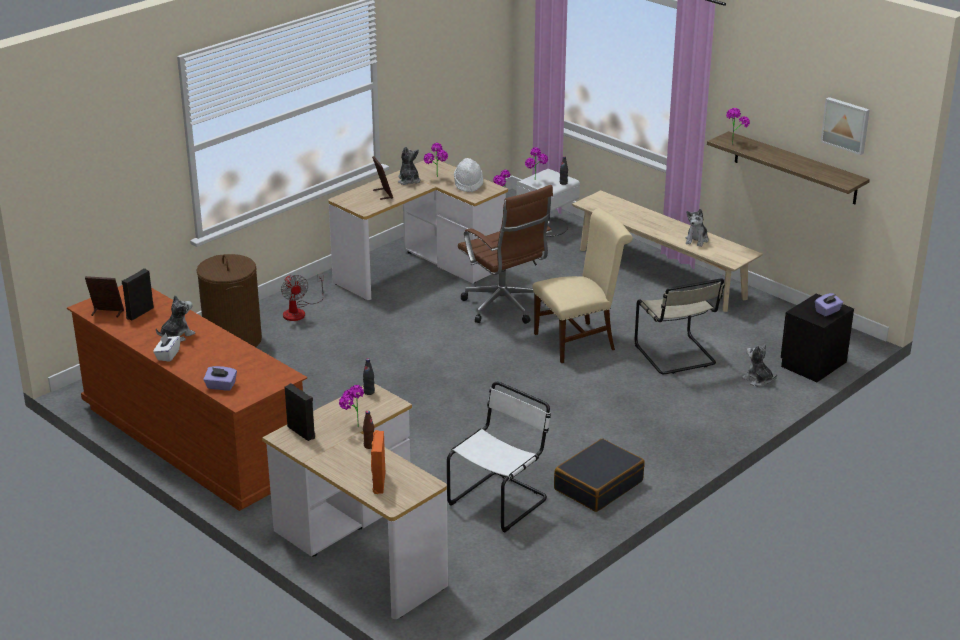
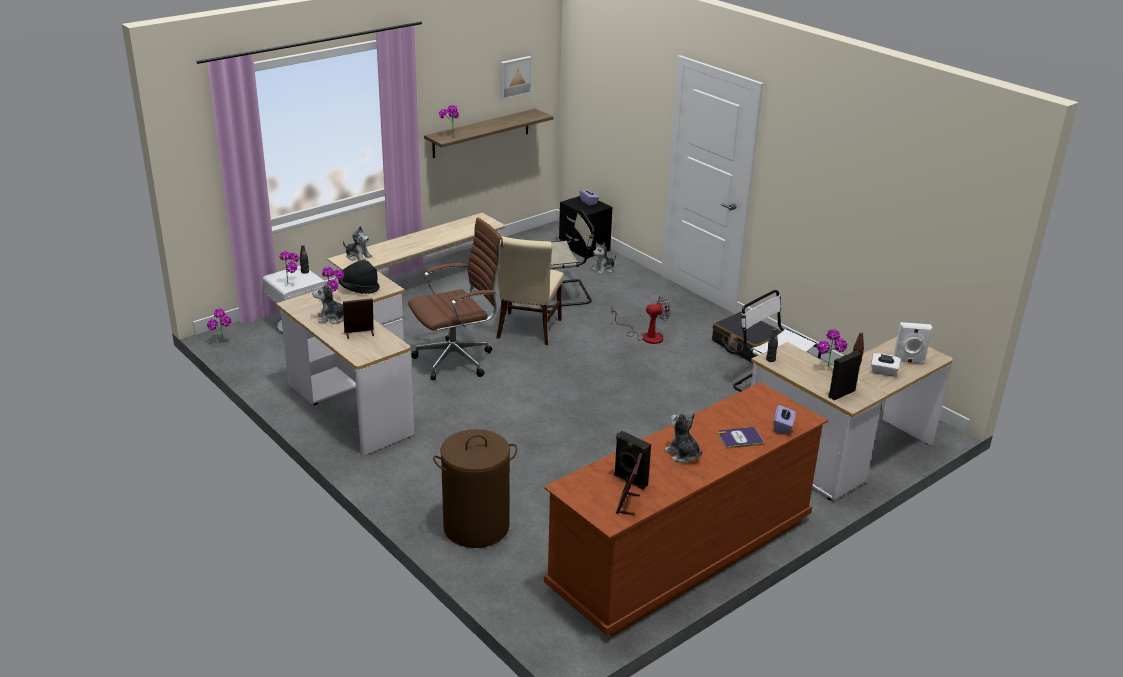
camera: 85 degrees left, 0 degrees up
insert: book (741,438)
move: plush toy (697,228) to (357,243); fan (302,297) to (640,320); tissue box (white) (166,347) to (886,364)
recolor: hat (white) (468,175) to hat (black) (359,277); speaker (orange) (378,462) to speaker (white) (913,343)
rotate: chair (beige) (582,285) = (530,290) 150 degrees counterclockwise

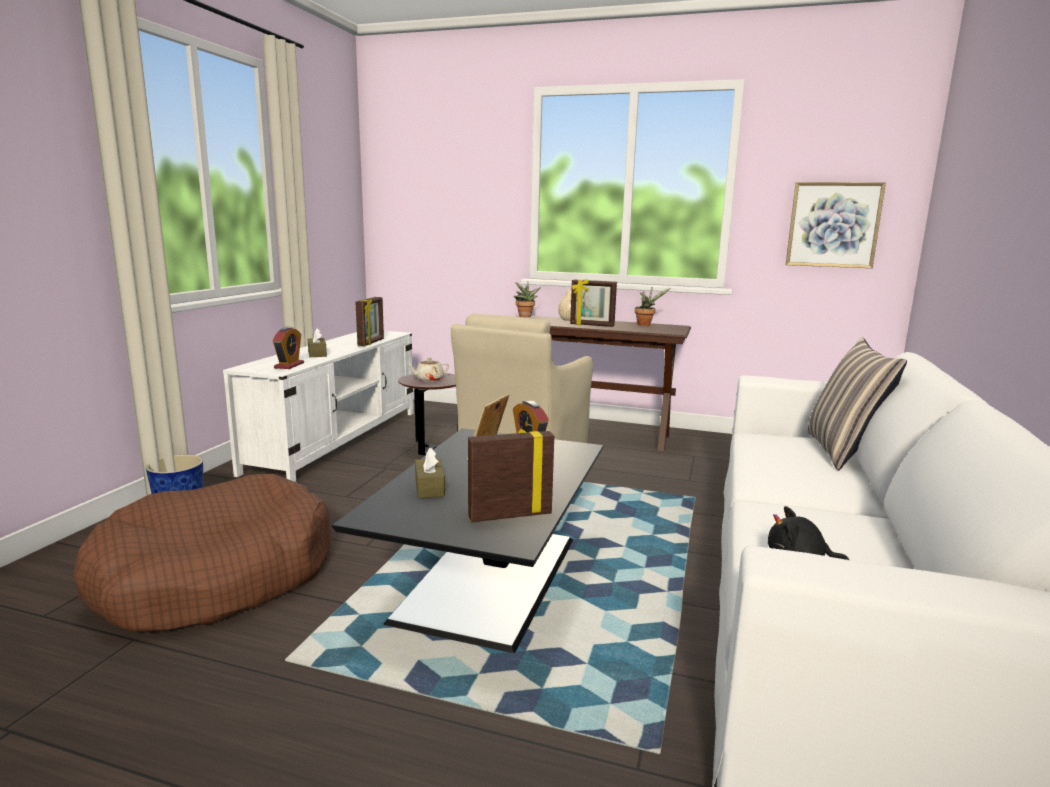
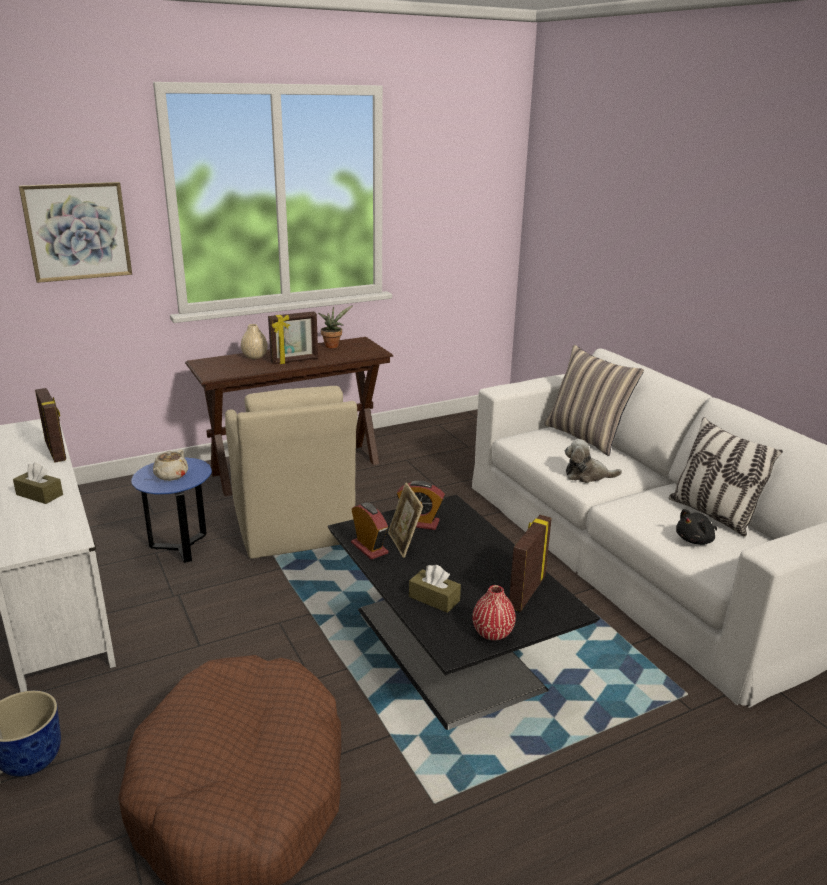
camera: 45 degrees left, 10 degrees up
delete: potted plant (527,299)
insert: pillow (725,477); plush toy (593,461); vase (red) (494,613)
move: picture (835,225) to (75,232); alarm clock (288,348) to (369,531)
recolor: side table (brown) (428,414) to side table (blue) (171,510)

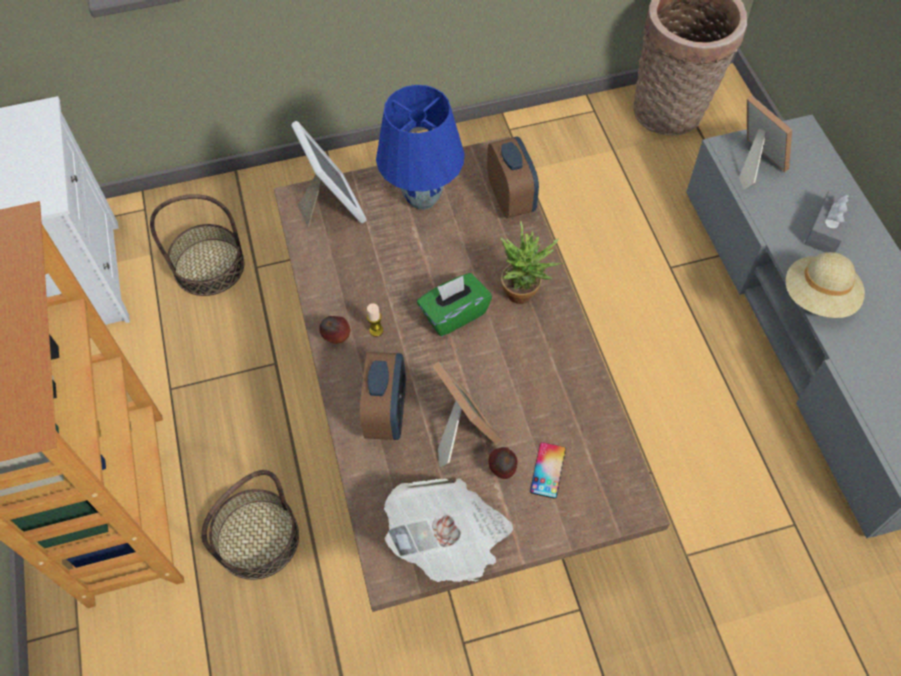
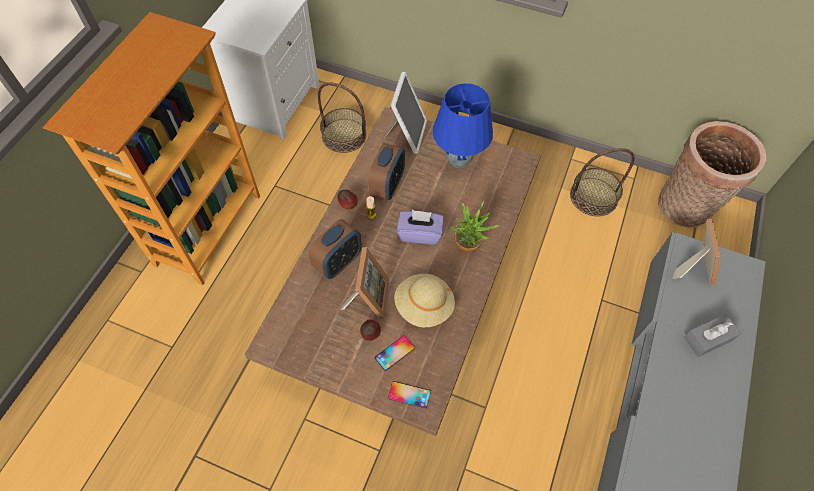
camera: 35 degrees right, 0 degrees up
delete: newspaper (448,530)
insert: phone (409,394)
move: alarm clock (513,178) to (386,171); hat (beige) (825,285) to (424,300); basket (250,525) to (602,182)
recolor: tissue box (green) (454,304) to tissue box (purple) (420,227)

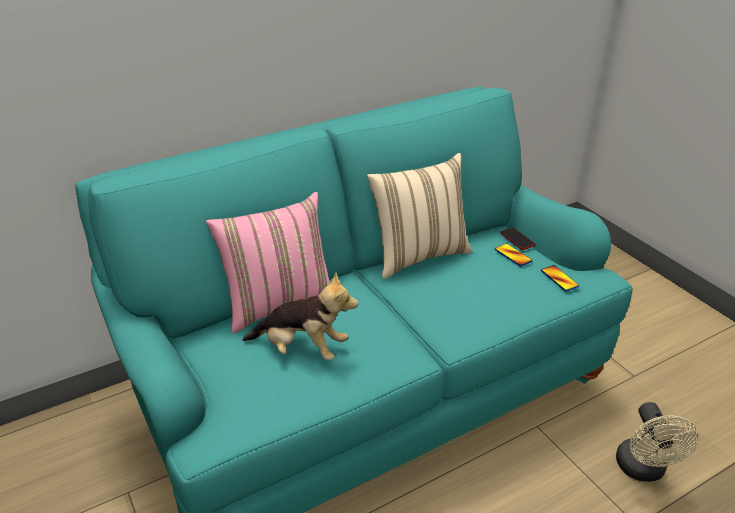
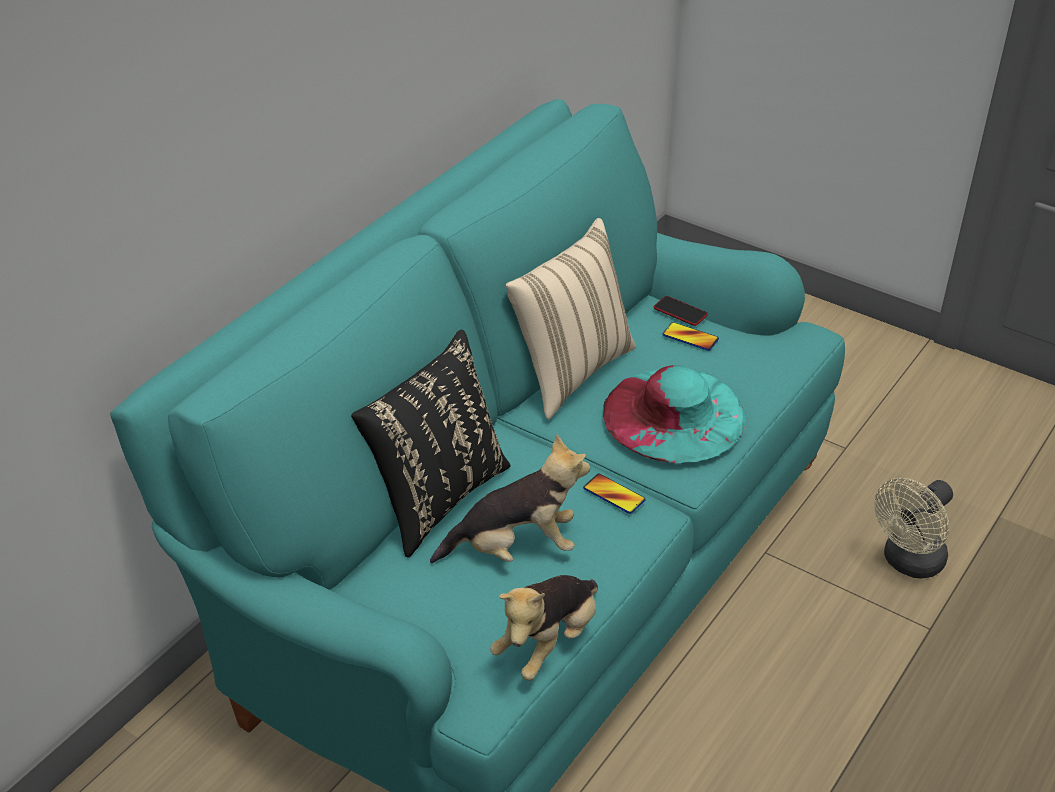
camera: 25 degrees left, 5 degrees up
insert: hat (turquoise) (674,414); plush toy (544,627)
move: phone (560,278) to (614,494)
recolor: pillow (pink) (268,262) to pillow (black) (431,444)
rotate: fan (beige) (657,442) = (913,528) 75 degrees clockwise

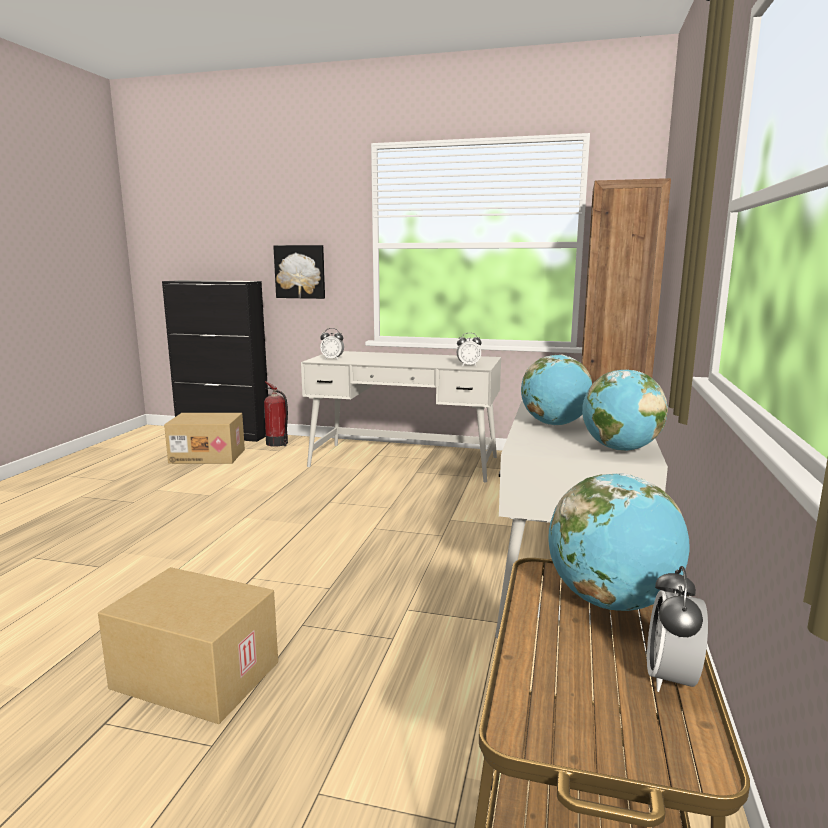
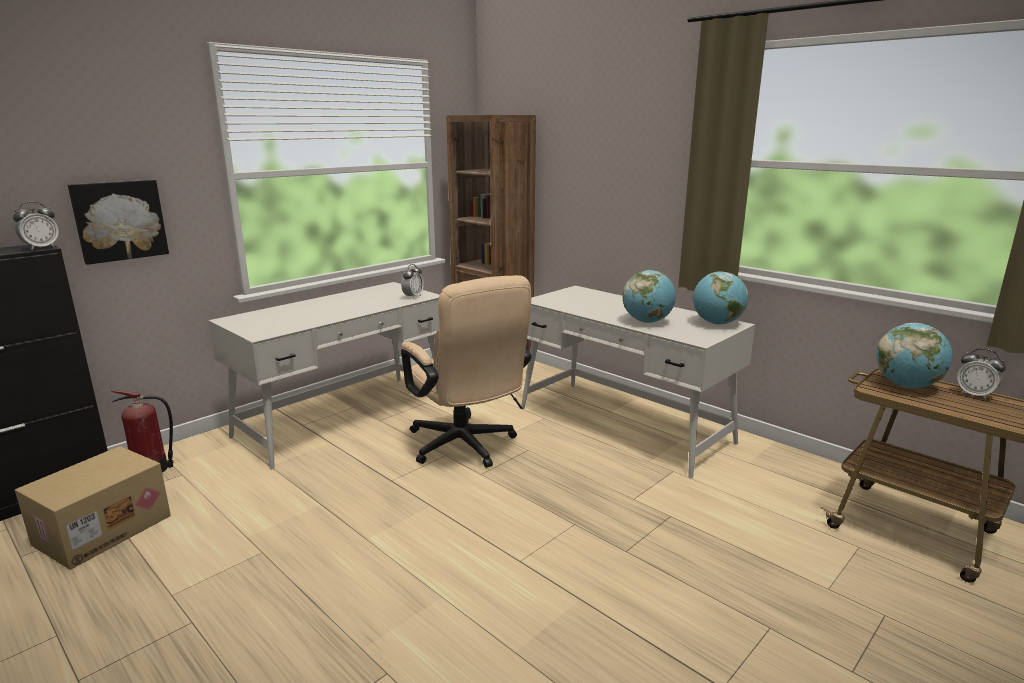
camera: 60 degrees left, 5 degrees up
delete: cardboard box (188,645)
insert: office chair (beige) (466,371)
move: alarm clock (332,344) to (36,226)

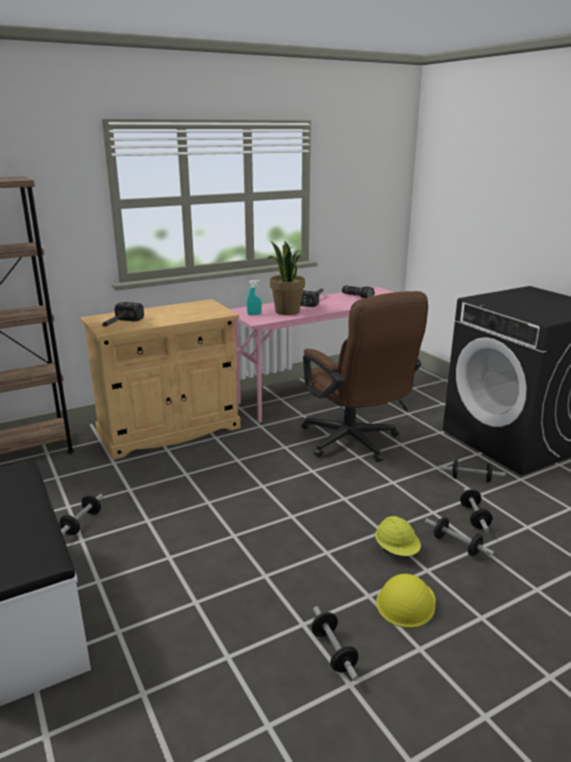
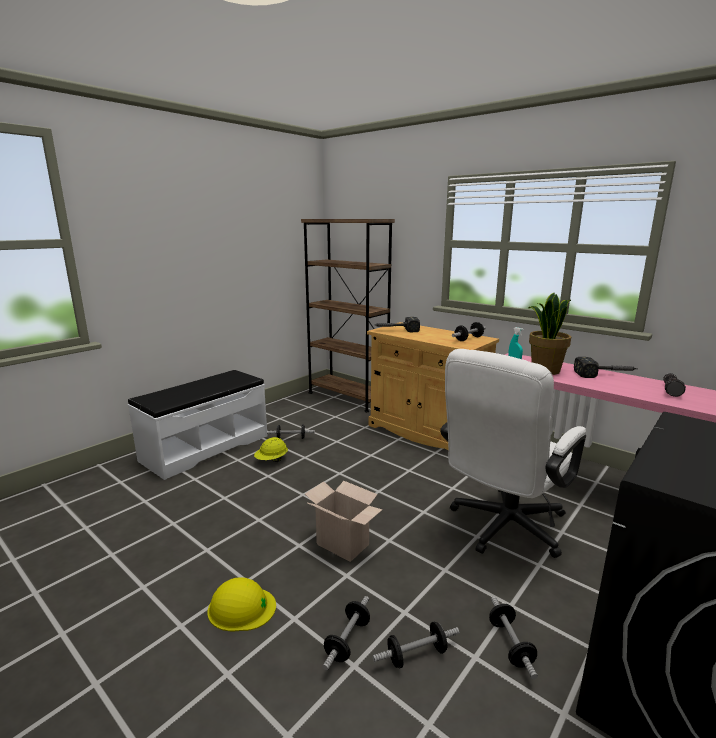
camera: 70 degrees right, 5 degrees down
insert: cardboard box (344,521)
move: hard hat (yellow) (398,536) to (271,449); dumbbell (334,643) to (469,331)
recolor: office chair (brown) (364,376) to office chair (white) (513,453)

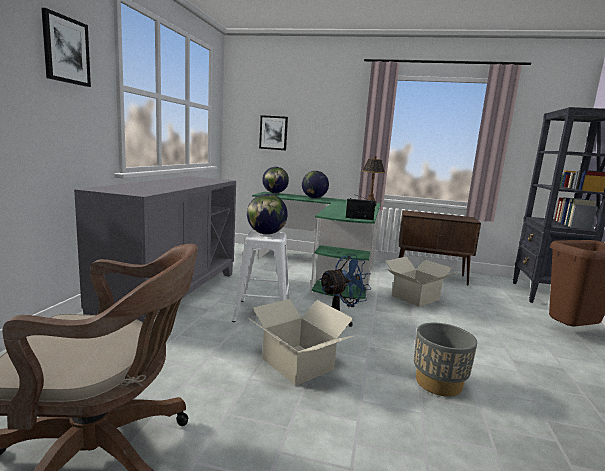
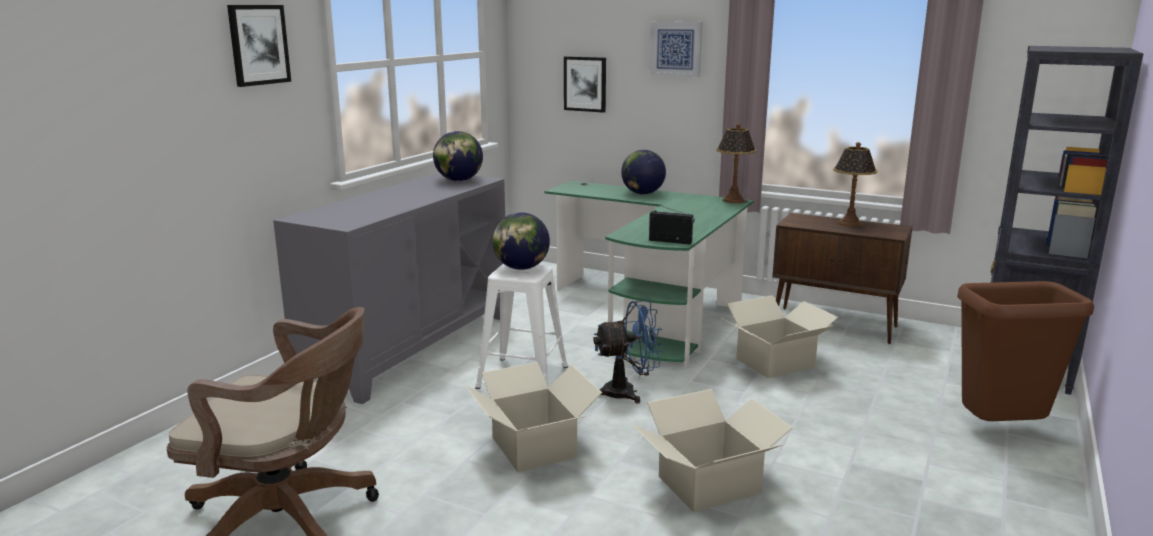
camera: 15 degrees right, 5 degrees up
insert: picture (675,49); table lamp (855,184)
move: globe (275,180) to (458,156)
replace: planter (grey) (445,360) to cardboard box (712,450)

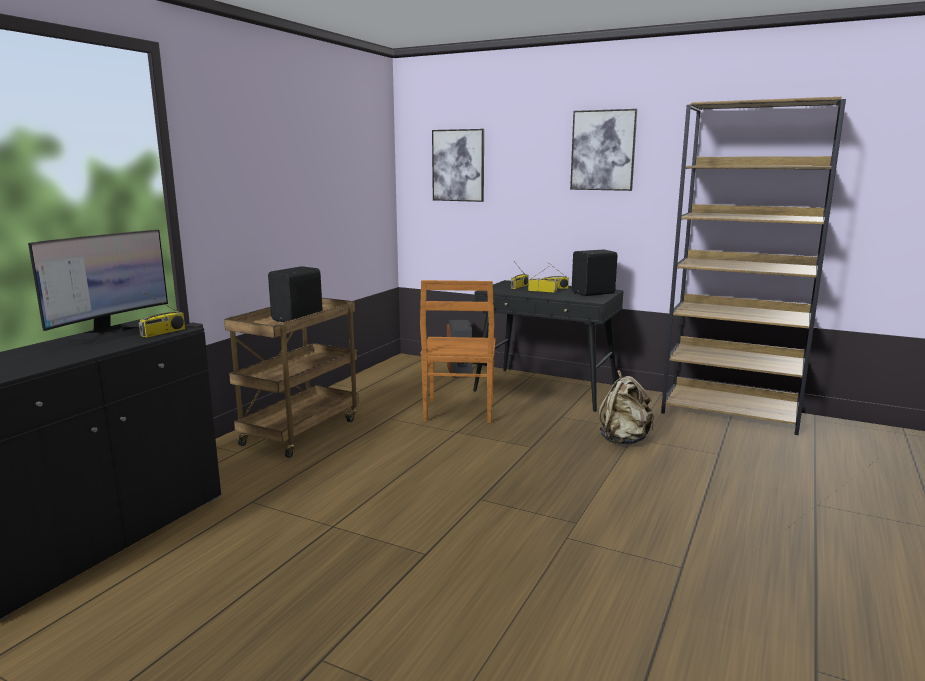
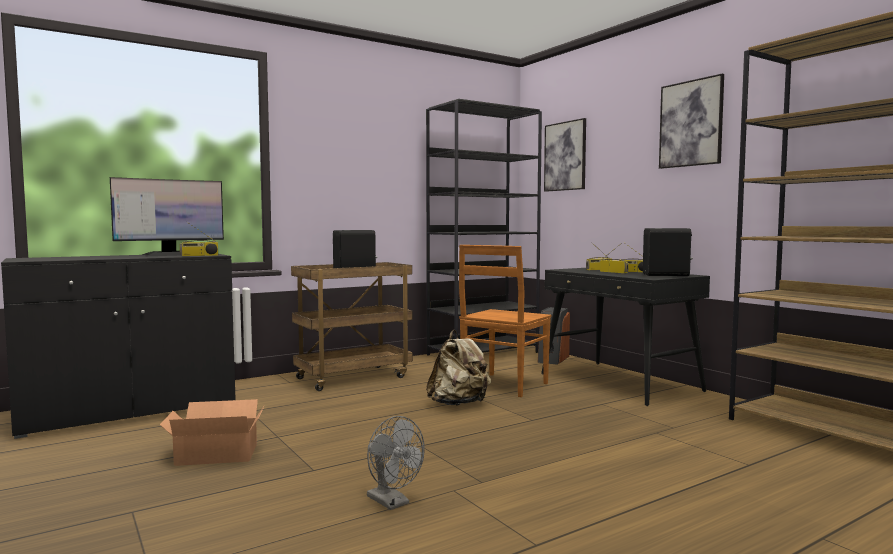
camera: 30 degrees right, 10 degrees down
insert: bookcase (black) (484,227); cardboard box (212,432); fan (grey) (396,463)
move: backpack (beige) (626,407) to (458,367)

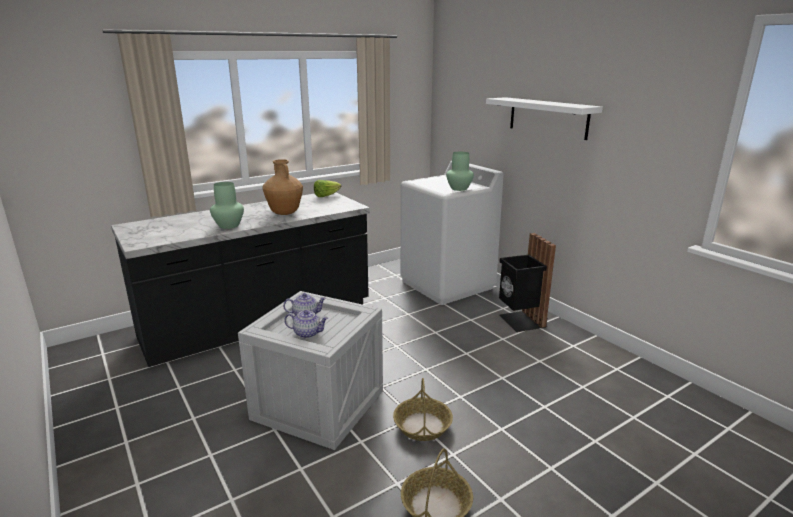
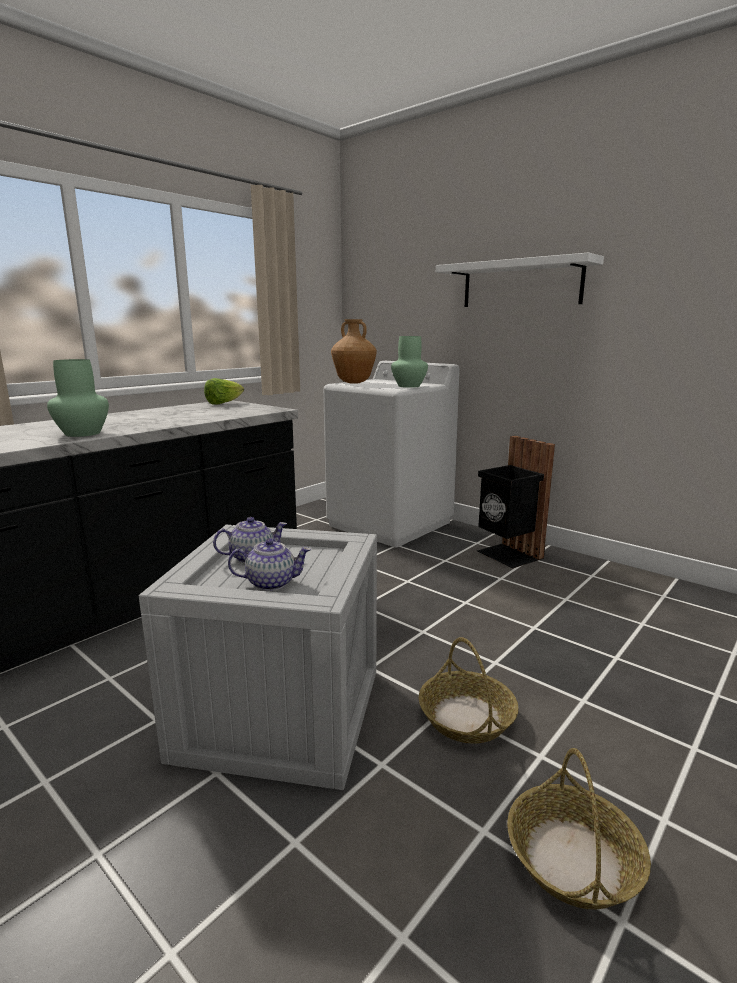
camera: 15 degrees left, 5 degrees down
move: vase (brown) (282,187) to (354,351)

